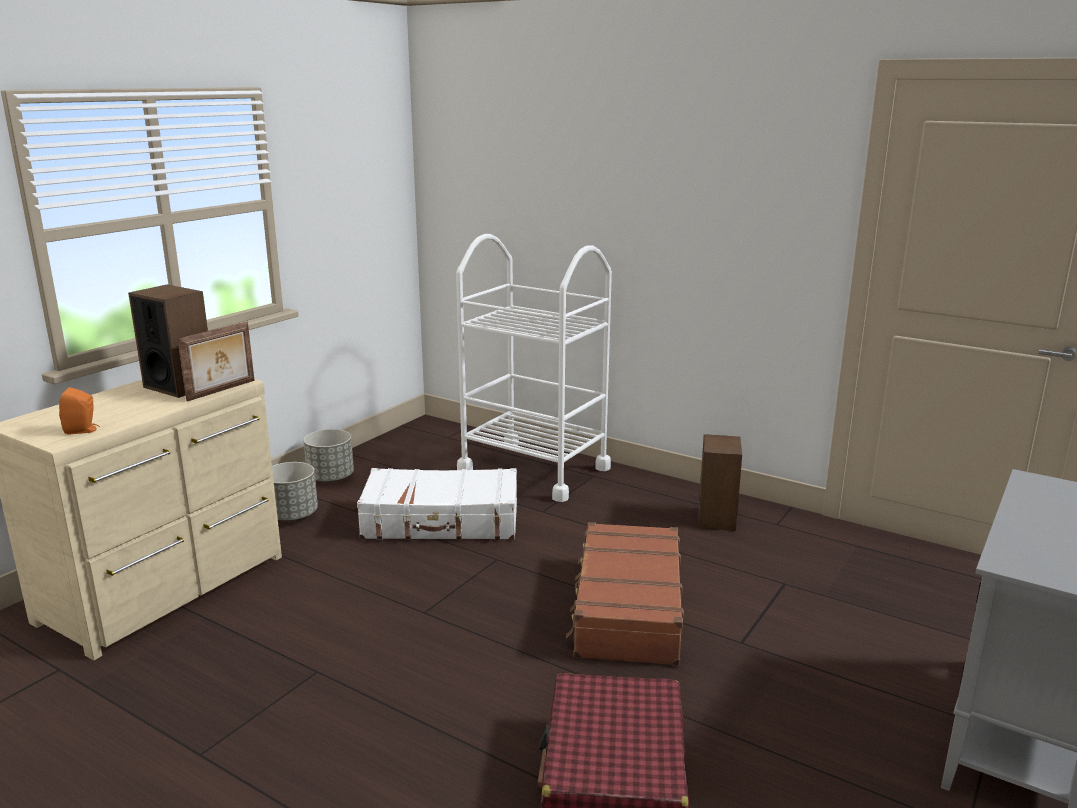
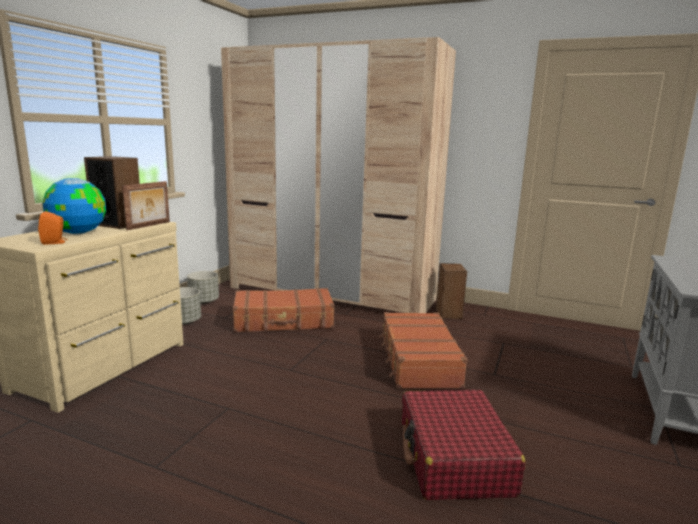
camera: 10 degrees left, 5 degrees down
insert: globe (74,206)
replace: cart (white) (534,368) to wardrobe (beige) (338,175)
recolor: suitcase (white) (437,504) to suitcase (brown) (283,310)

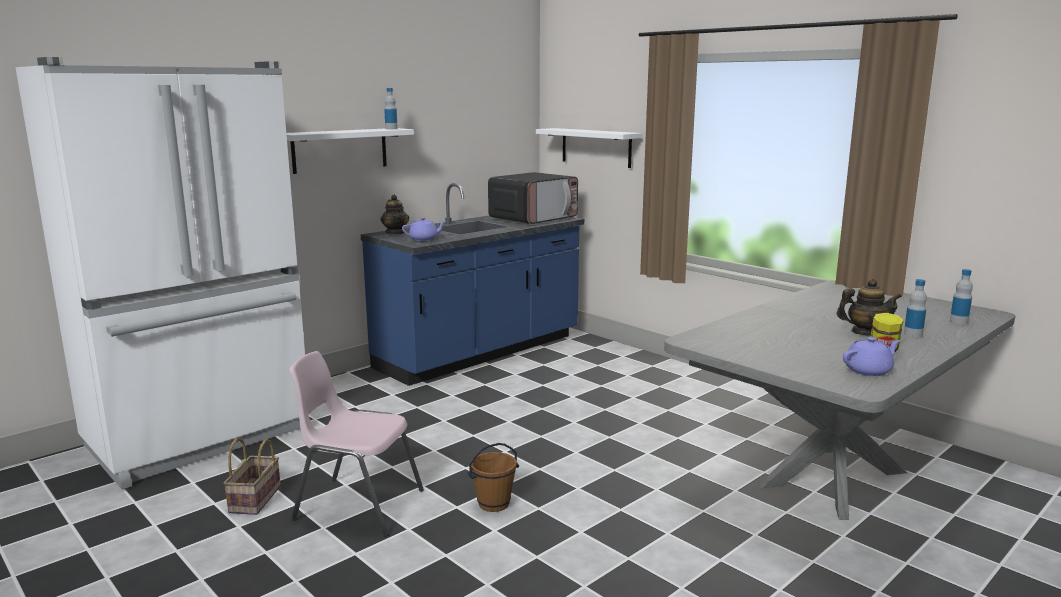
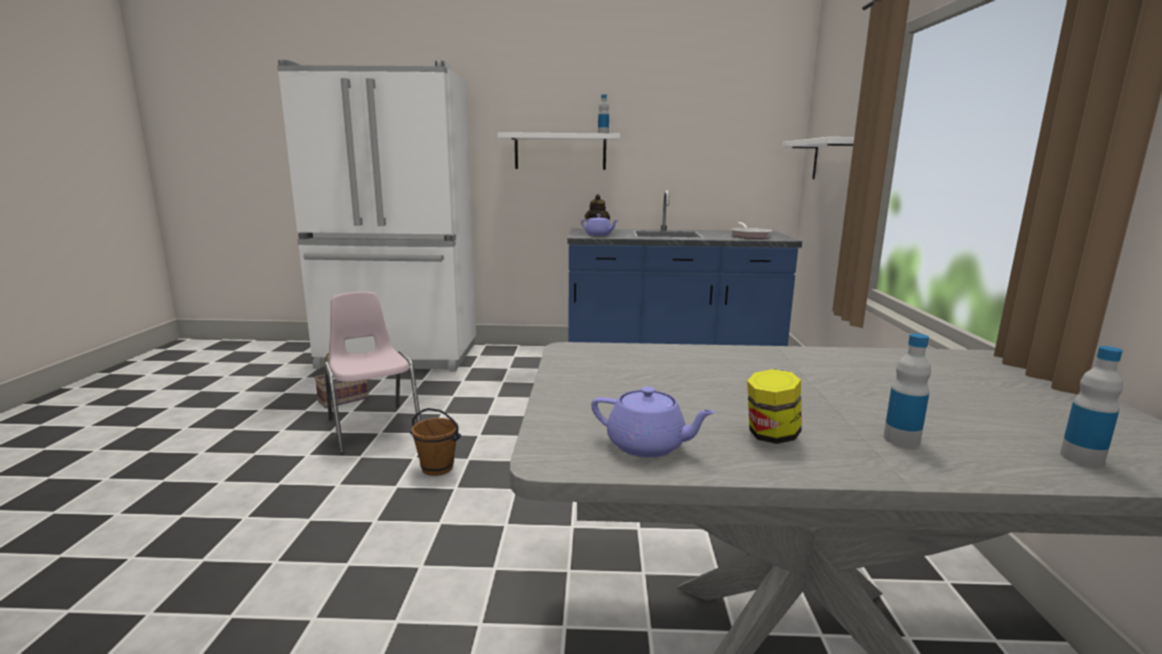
camera: 45 degrees right, 0 degrees up
delete: teapot (869,307)
replace: microwave (533,198) to frying pan (751,230)

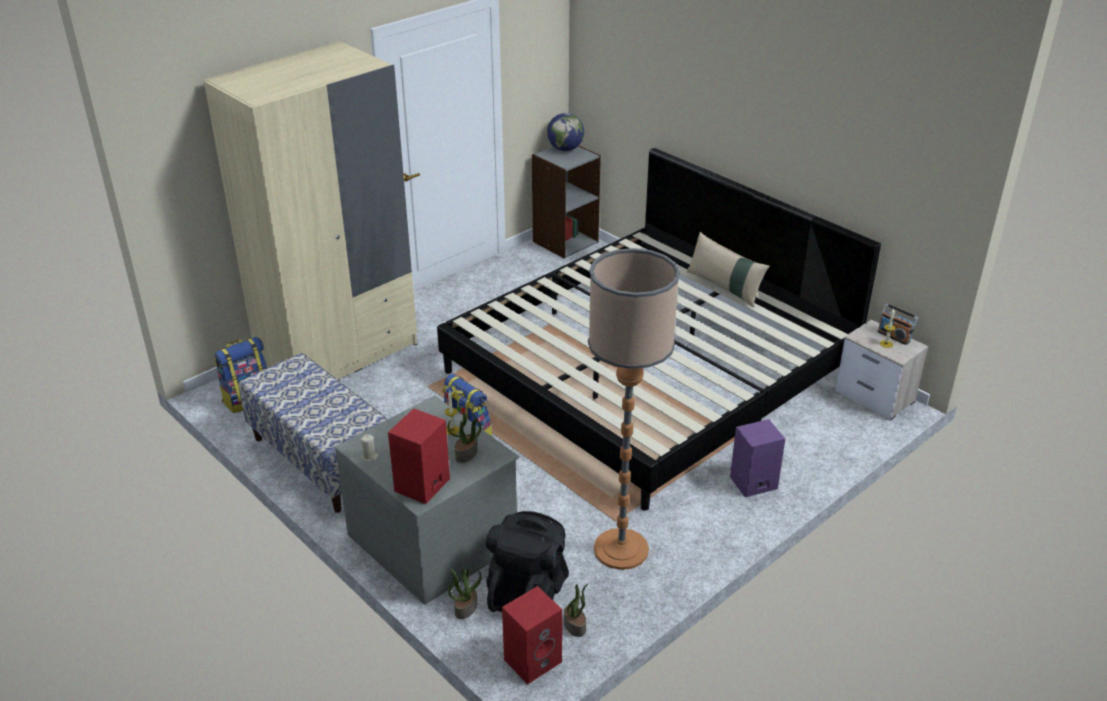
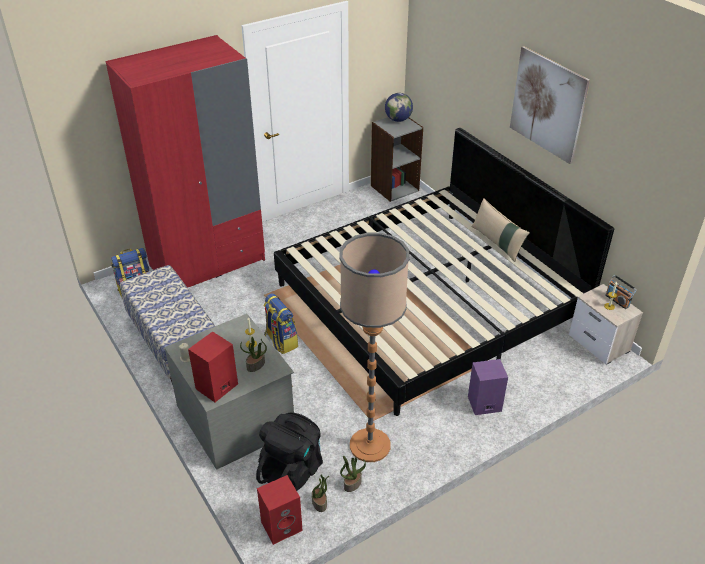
camera: 10 degrees right, 5 degrees up
insert: picture (550,105)
move: potted plant (465,593) to (353,474)
recolor: wardrobe (beige) (310,210) to wardrobe (red) (185,161)

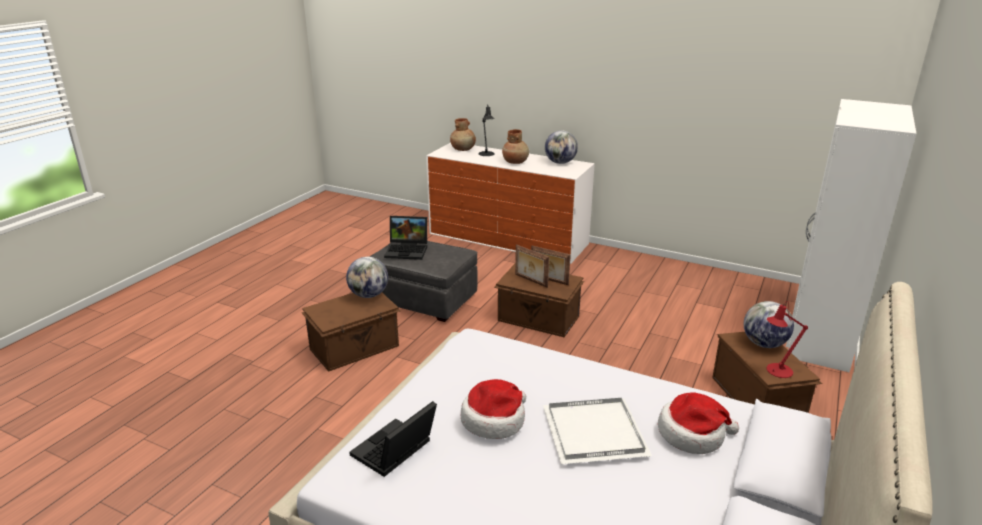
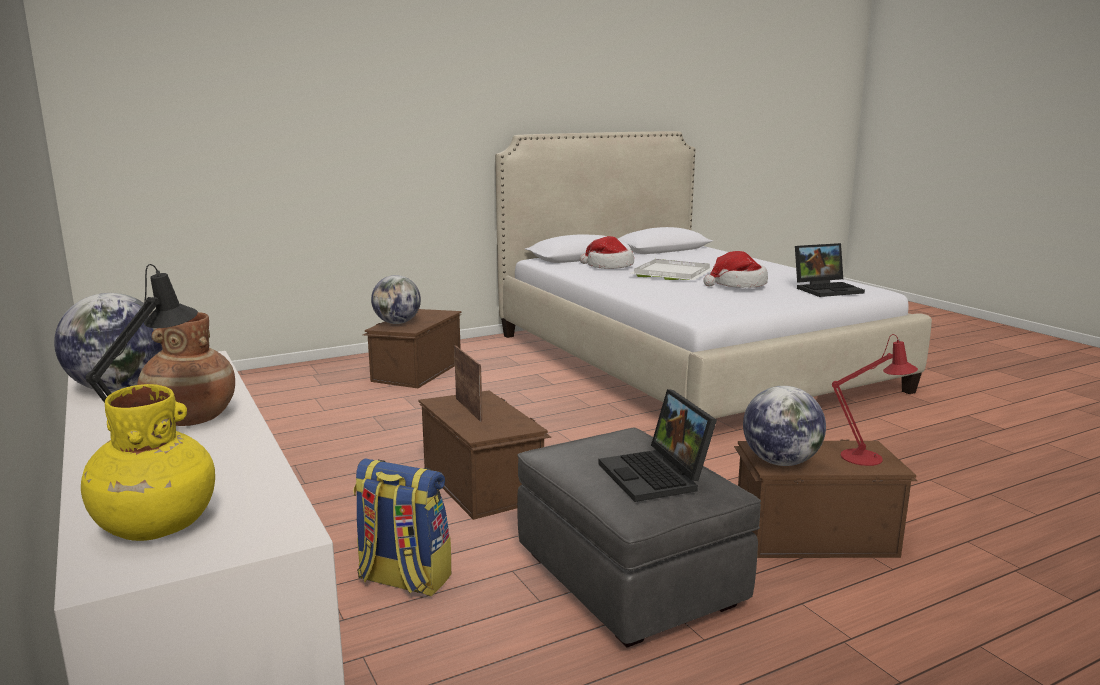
camera: 145 degrees left, 10 degrees down
delete: wardrobe (white) (851,235); picture frame (532,266)
insert: backpack (402,527)
move: table lamp (red) (787,339) to (875,400)
recolor: vase (brown) (463,134) to vase (yellow) (148,462)
rotate: laptop (405,238) = (657,445) 150 degrees counterclockwise

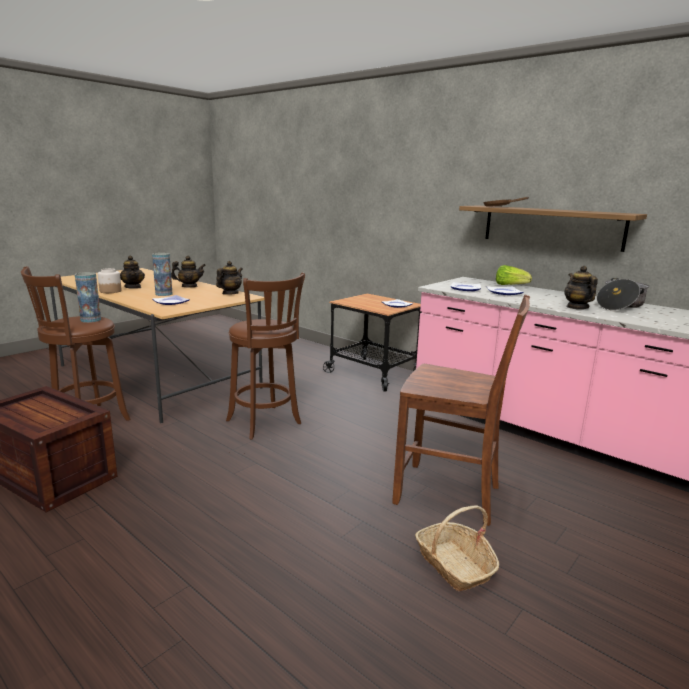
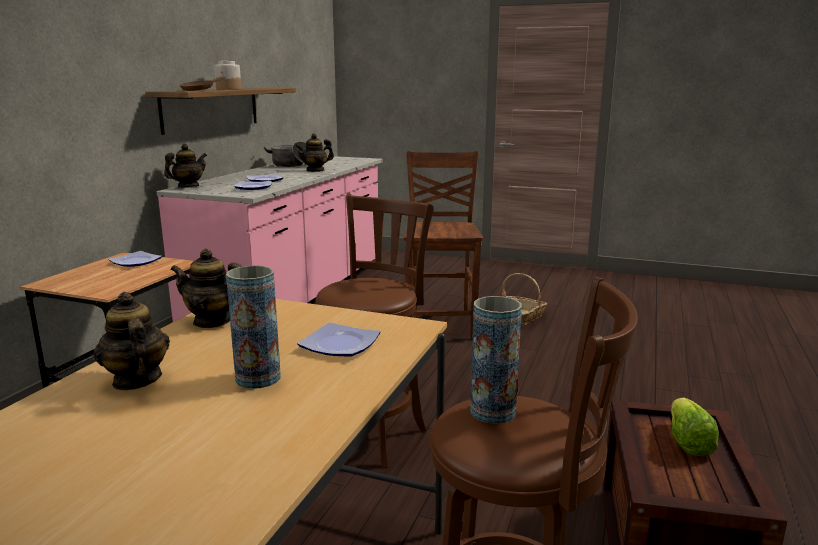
camera: 110 degrees left, 0 degrees up
move: teapot (132,272) to (185,166); lettuce (514,275) to (695,427); jar (110,280) to (227,75)

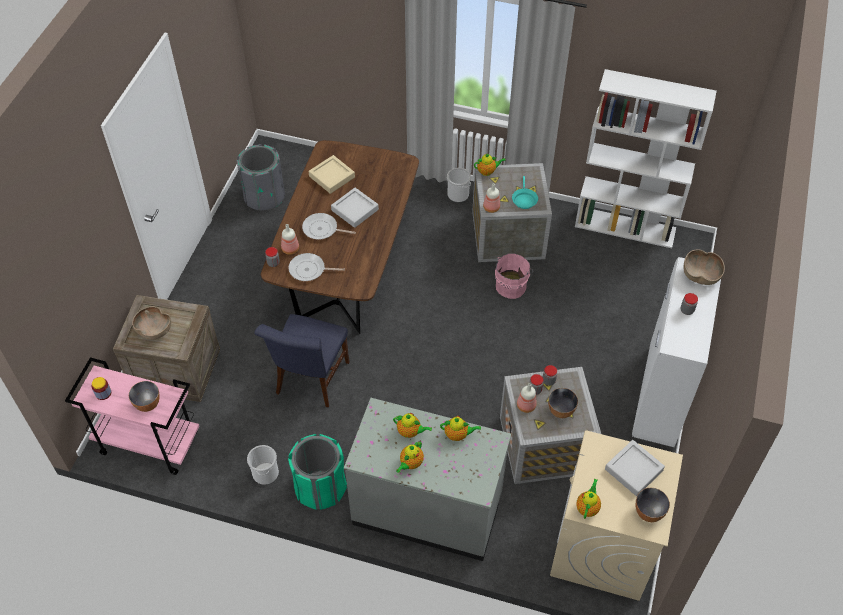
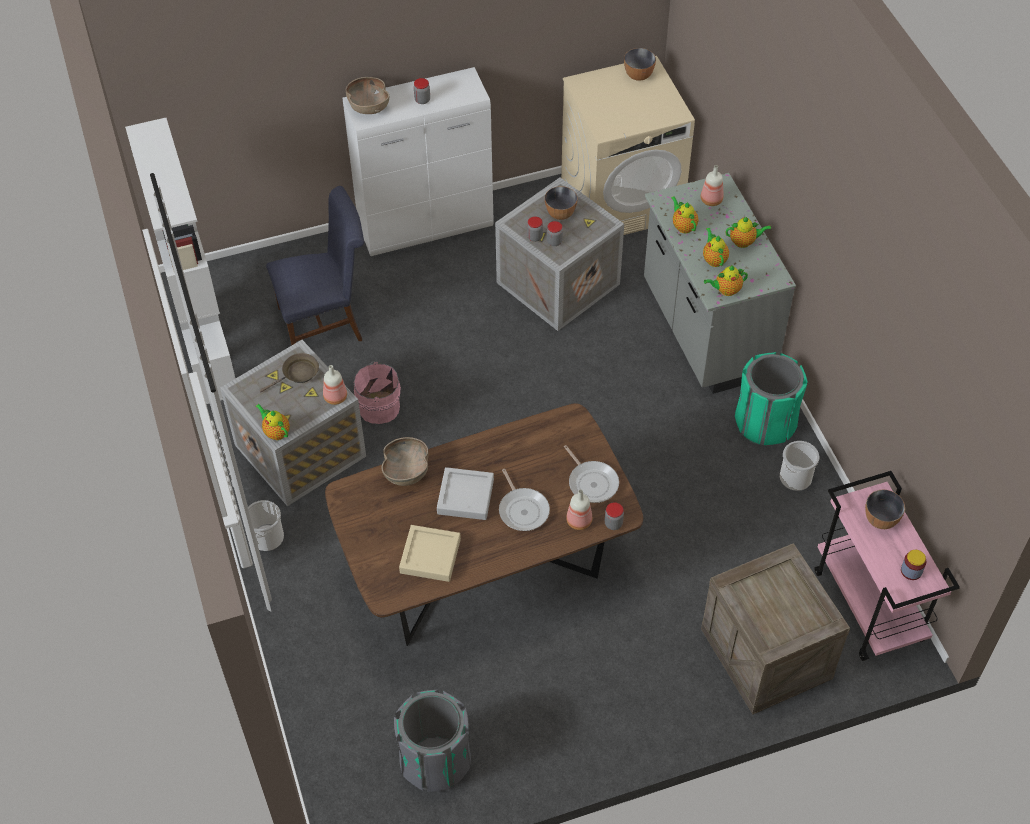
camera: 125 degrees left, 0 degrees up
delete: tray (grey) (635,468)
move: bowl (brown) (151,323) to (405,461); chair (blue) (302,360) to (315,265); bottle (527,398) to (712,185); teapot (588,498) to (726,280)
recolor: frying pan (turquoise) (525,192) to frying pan (brown) (289,372)

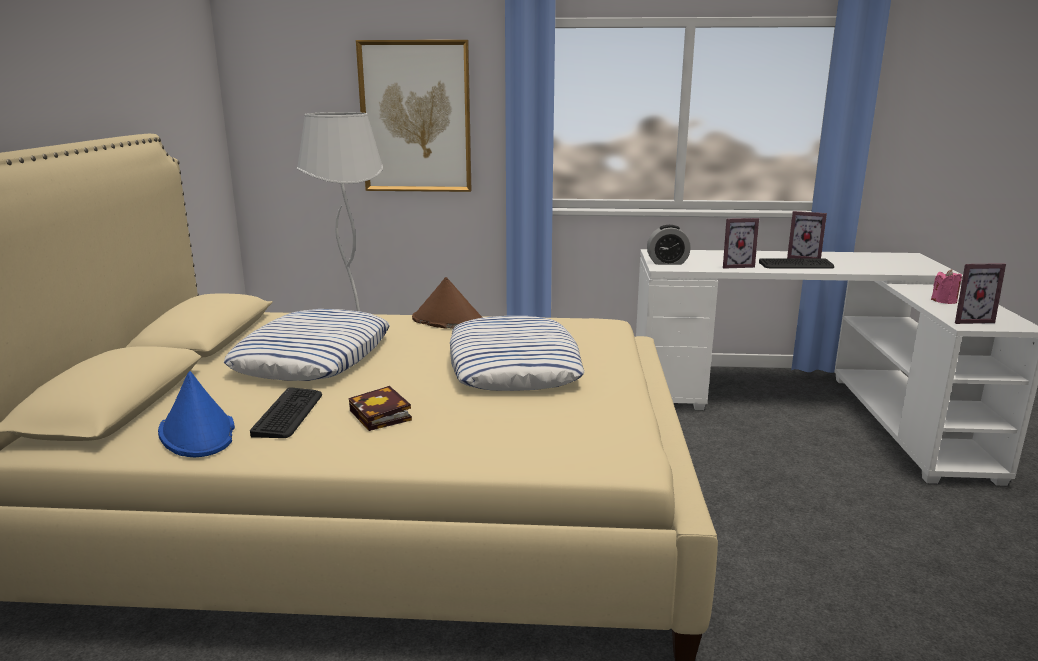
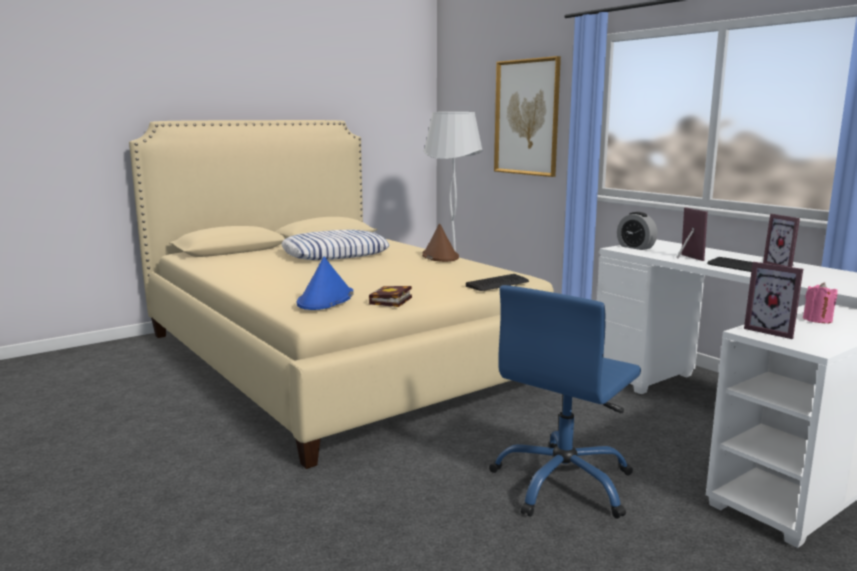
camera: 50 degrees right, 5 degrees down
delete: pillow (517,353)
insert: office chair (blue) (565,402)
move: hat (blue) (196,414) to (325,283); book (380,408) to (390,296); keyboard (286,412) to (497,282)
rotate: picture frame (741,243) = (692,234) 150 degrees counterclockwise

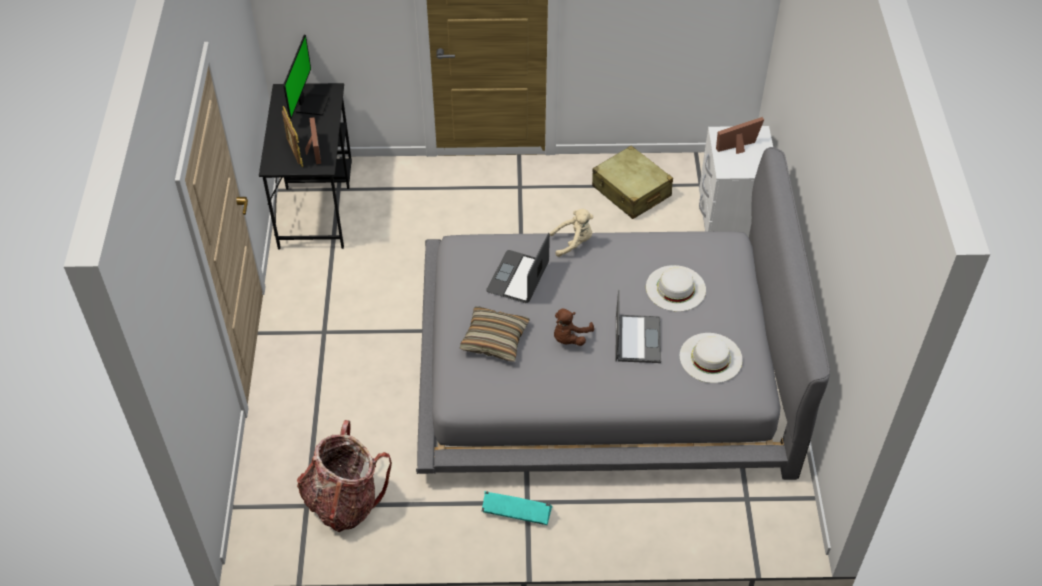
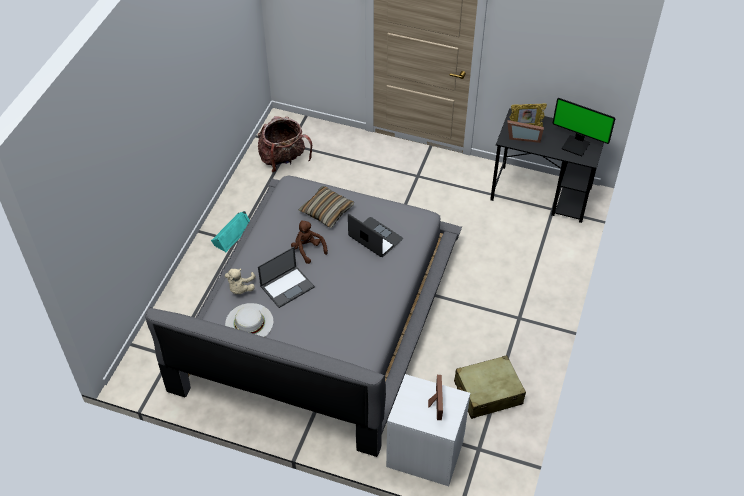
camera: 110 degrees right, 0 degrees up
delete: hat (white) (676,288)
move: plush toy (beige) (571,233) to (240,281)
rotate: laptop (638,326) = (286,277) 60 degrees counterclockwise

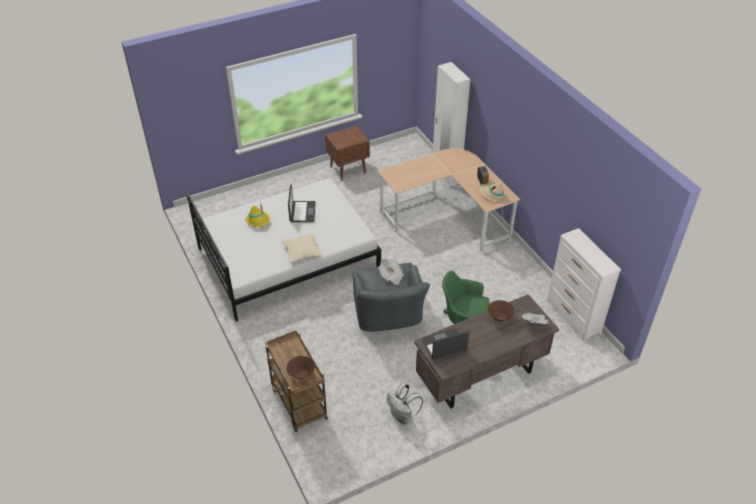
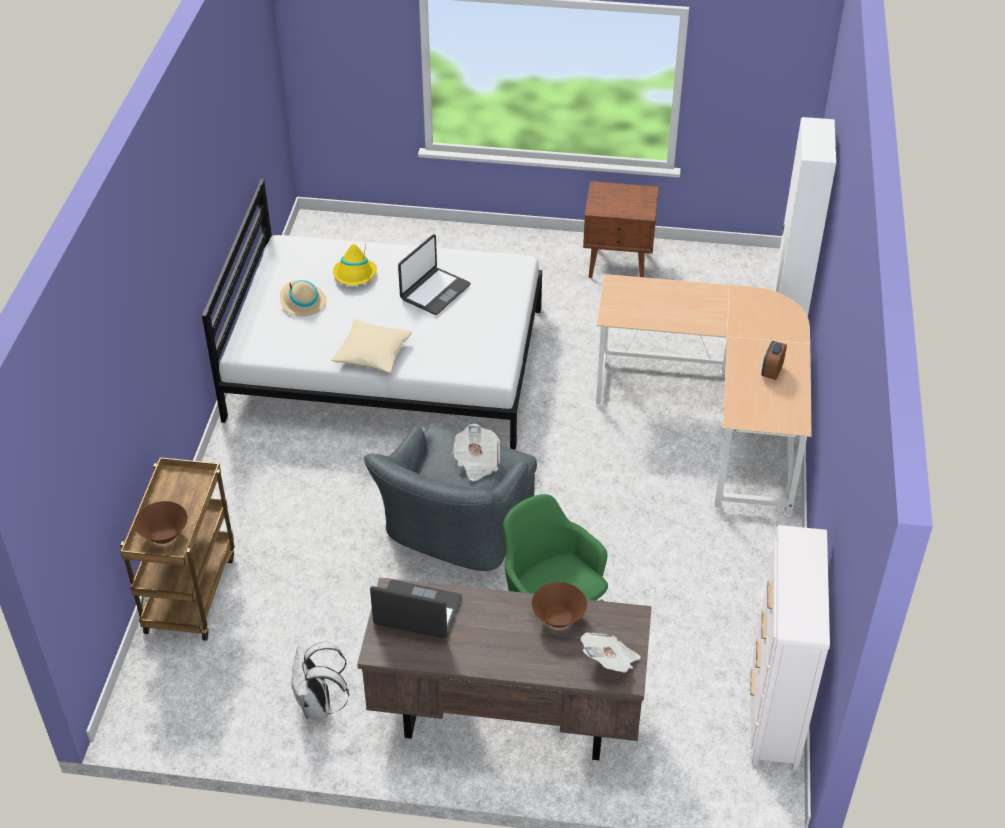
camera: 35 degrees right, 0 degrees up
move: hat (beige) (493,192) to (303,298)

